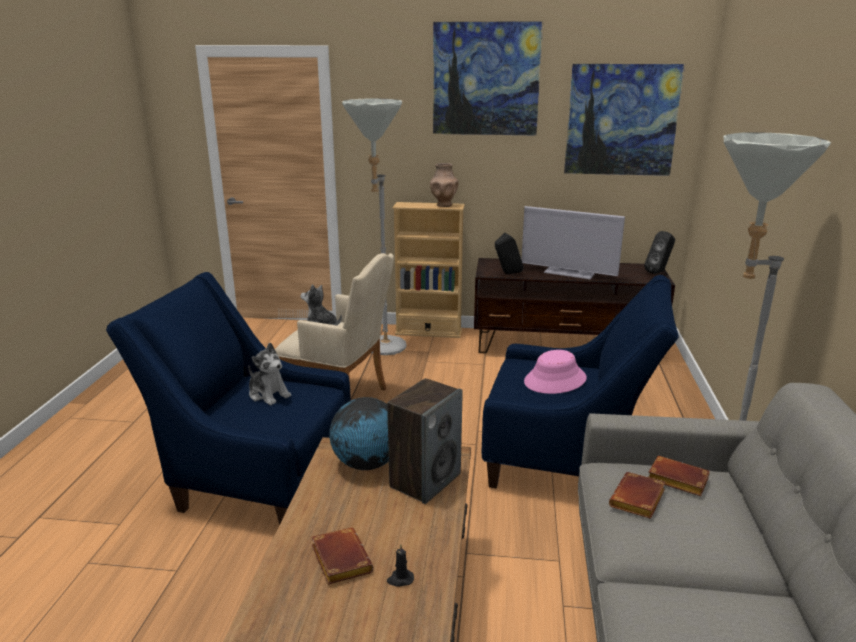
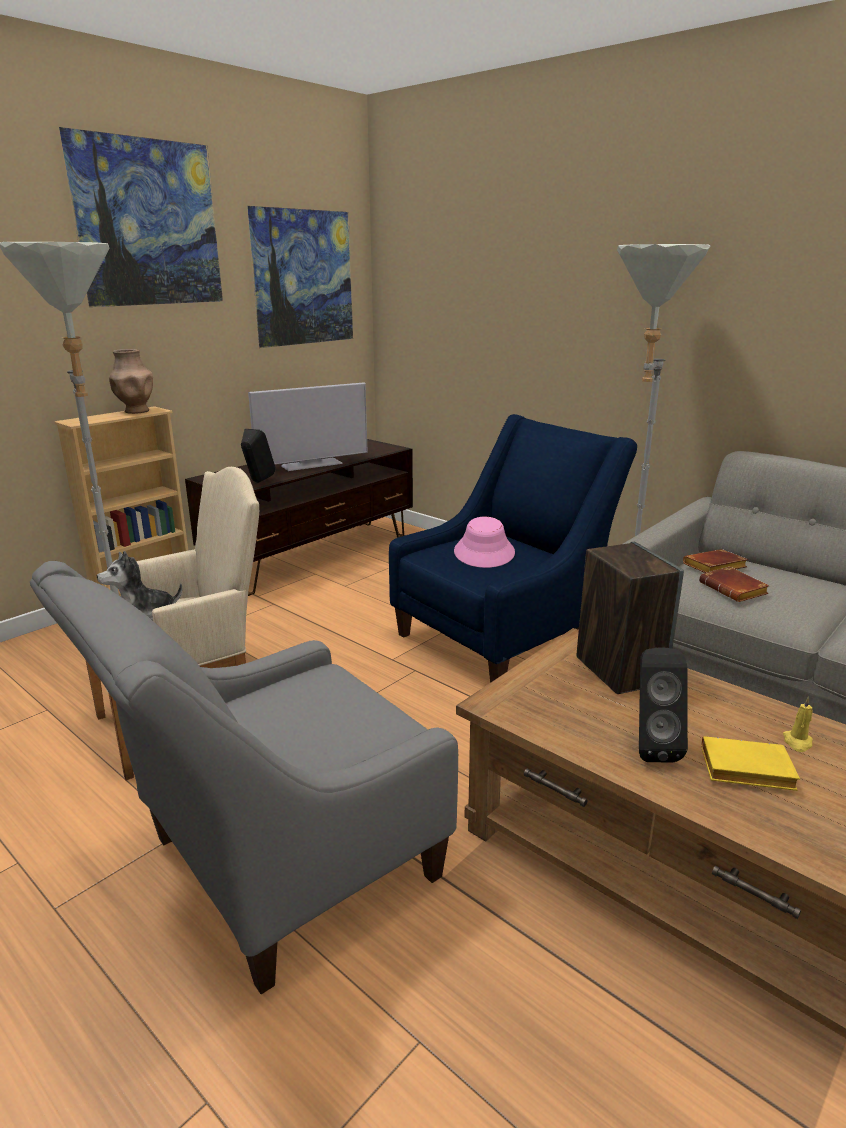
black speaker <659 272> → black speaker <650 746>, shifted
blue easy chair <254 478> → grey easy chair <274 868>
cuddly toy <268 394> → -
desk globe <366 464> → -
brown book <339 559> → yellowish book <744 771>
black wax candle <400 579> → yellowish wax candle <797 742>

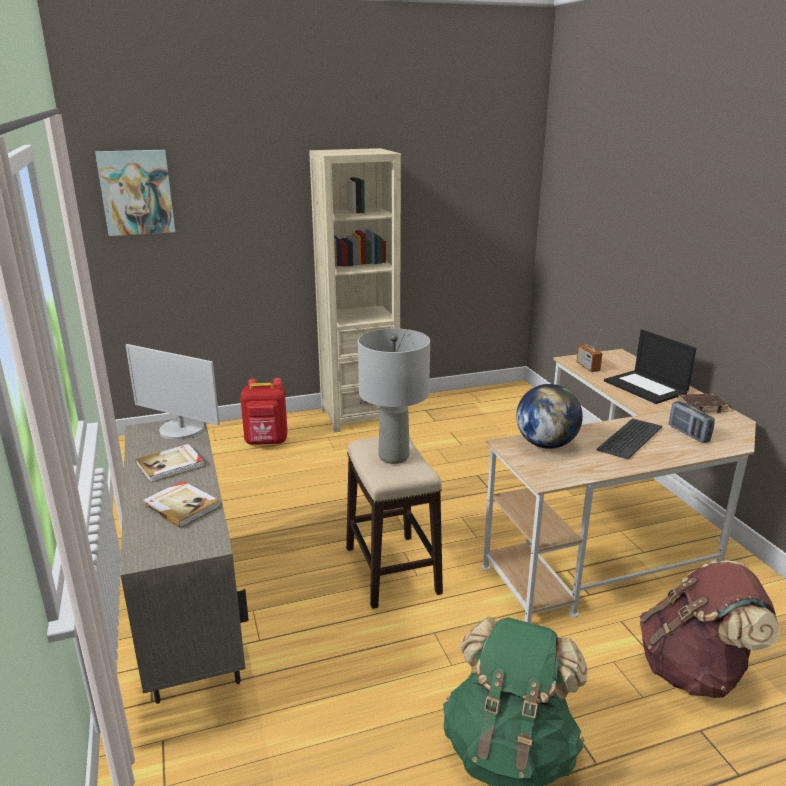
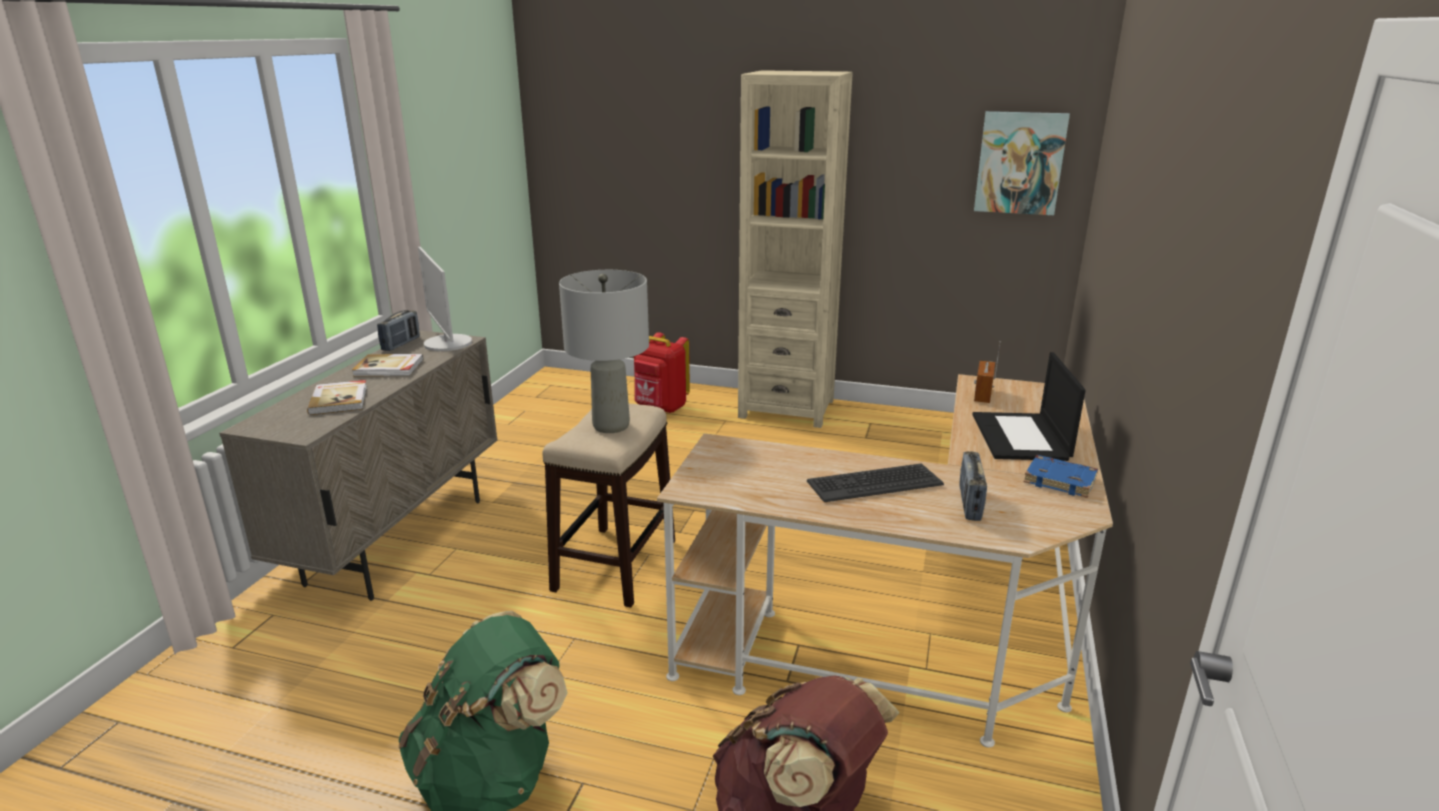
picture <136 192> → picture <1020 163>, shifted
desk globe <546 444> → -
brown book <701 406> → blue book <1061 480>
- → radio set <401 344>

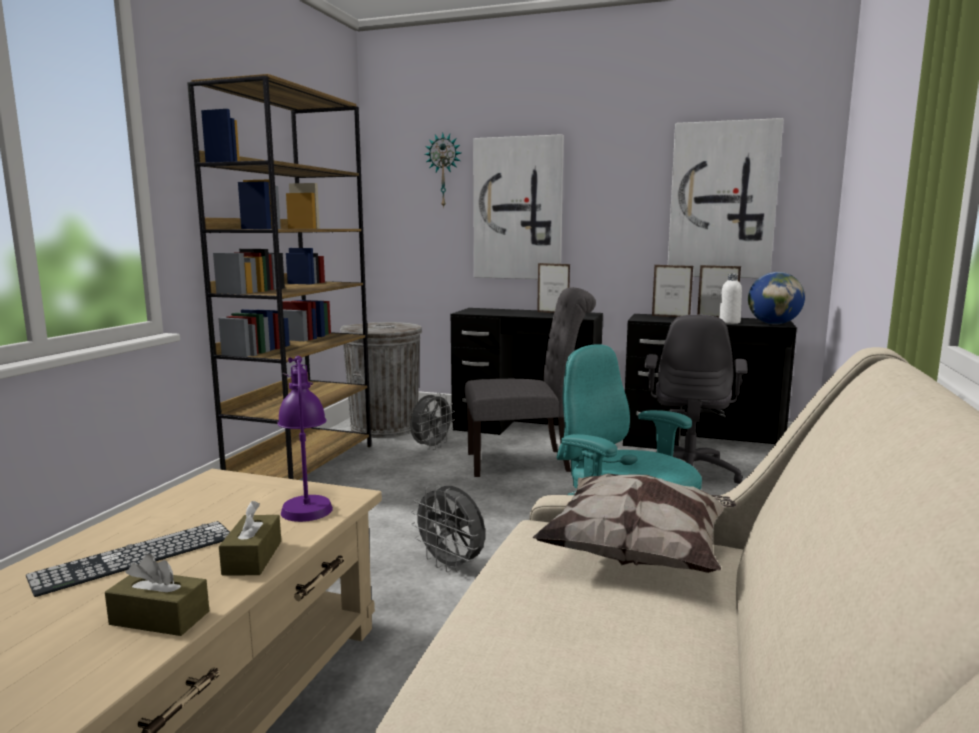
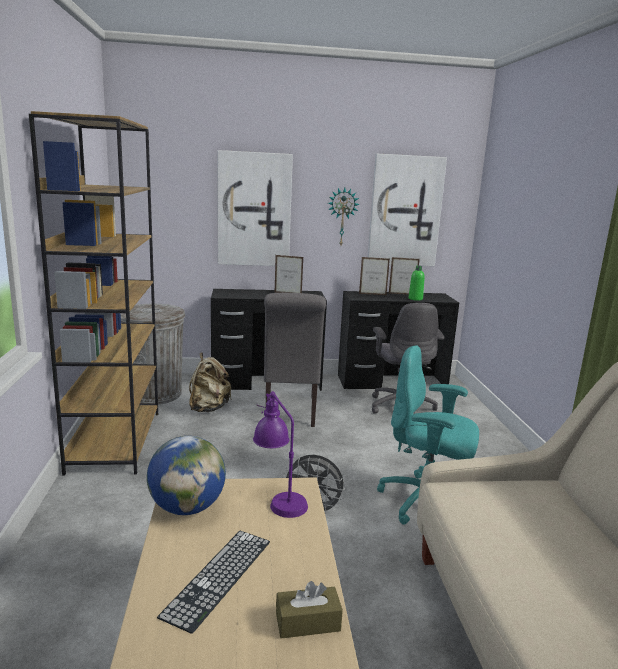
wall clock <444 170> → wall clock <342 217>, shifted
desk globe <773 324> → desk globe <187 508>, shifted
white bottle <729 322> → green bottle <415 299>
grey upright chair <525 462> → grey upright chair <290 412>, 120 degrees clockwise
grey fan <431 447> → beige-coloured backpack <208 408>
cushion <640 554> → -
brown tissue holder <252 558> → -

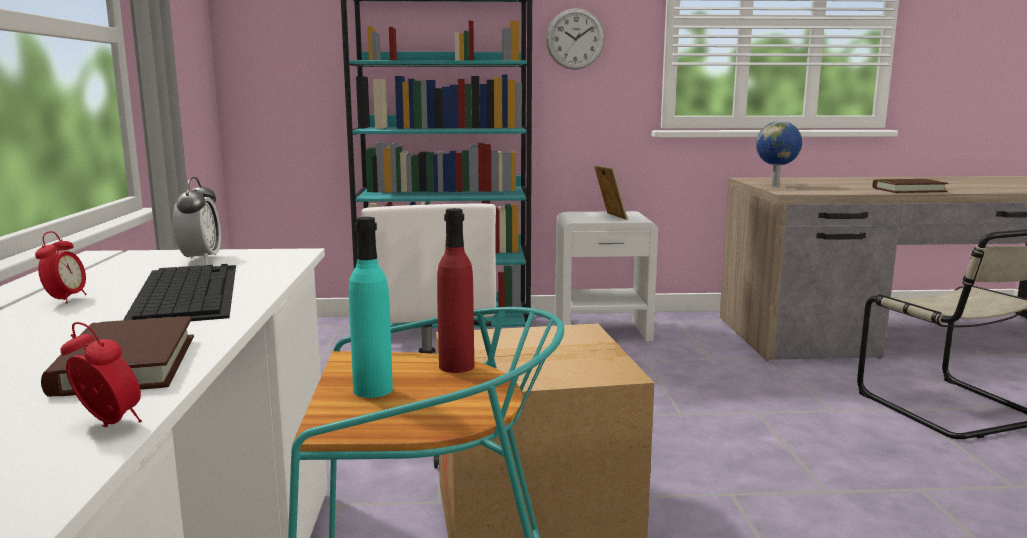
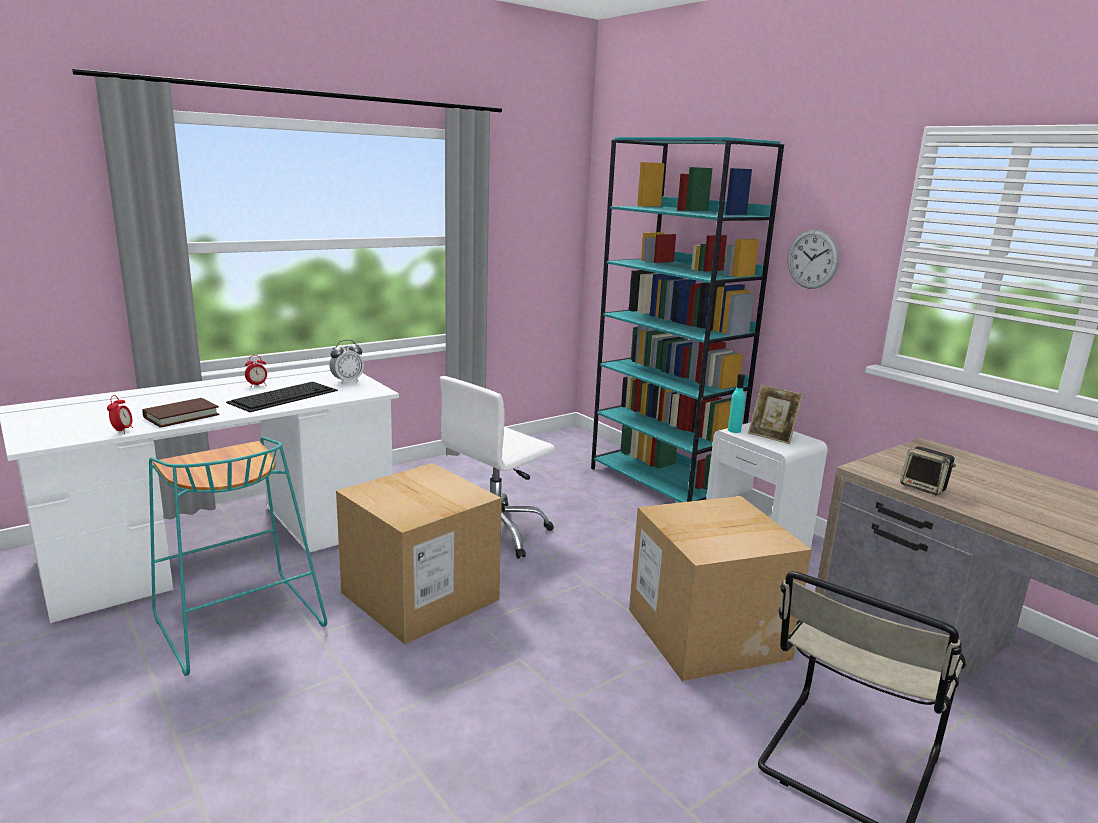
desk globe <776 185> → -
picture frame <609 217> → picture frame <771 437>, 90 degrees clockwise
brown book <908 190> → -
red-coloured bottle <456 366> → -
turquoise-coloured bottle <373 390> → turquoise-coloured bottle <734 430>, shifted
- → speaker <924 488>
- → carton <707 633>

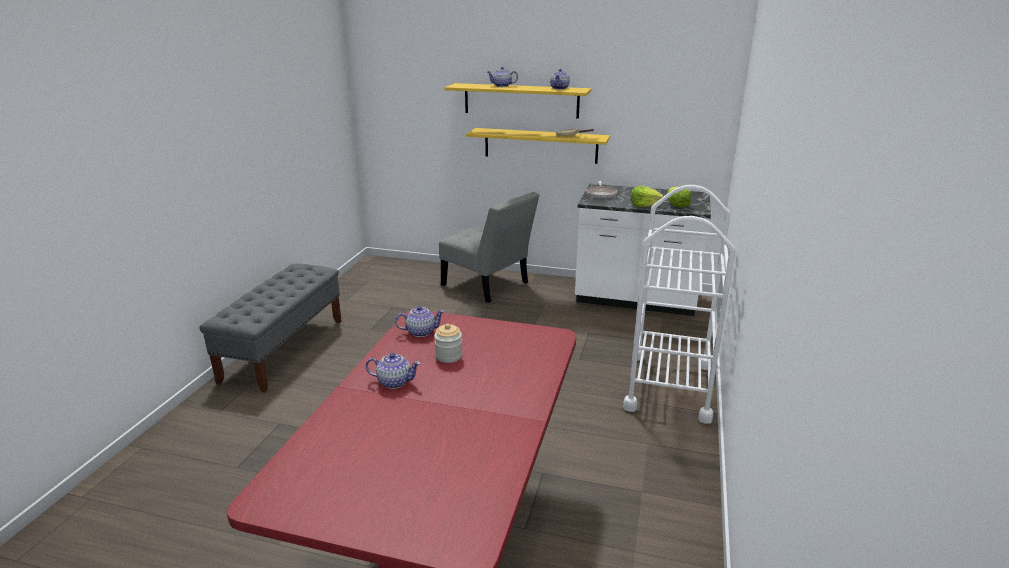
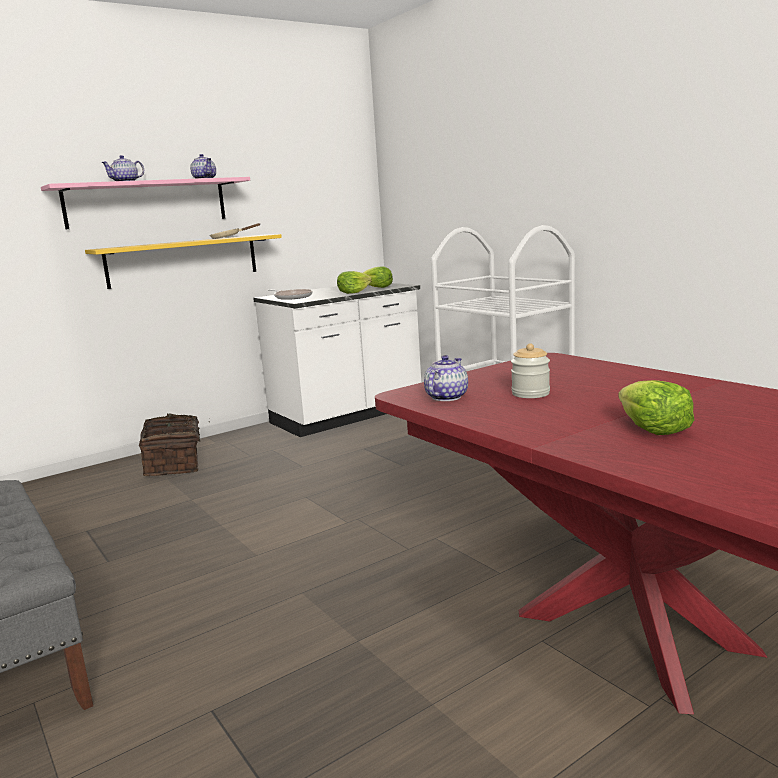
yellowish shelf <521 100> → pink shelf <147 203>
grey upright chair <488 285> → basket <174 464>
pot for tea <394 382> → -
- → head of lettuce <652 429>

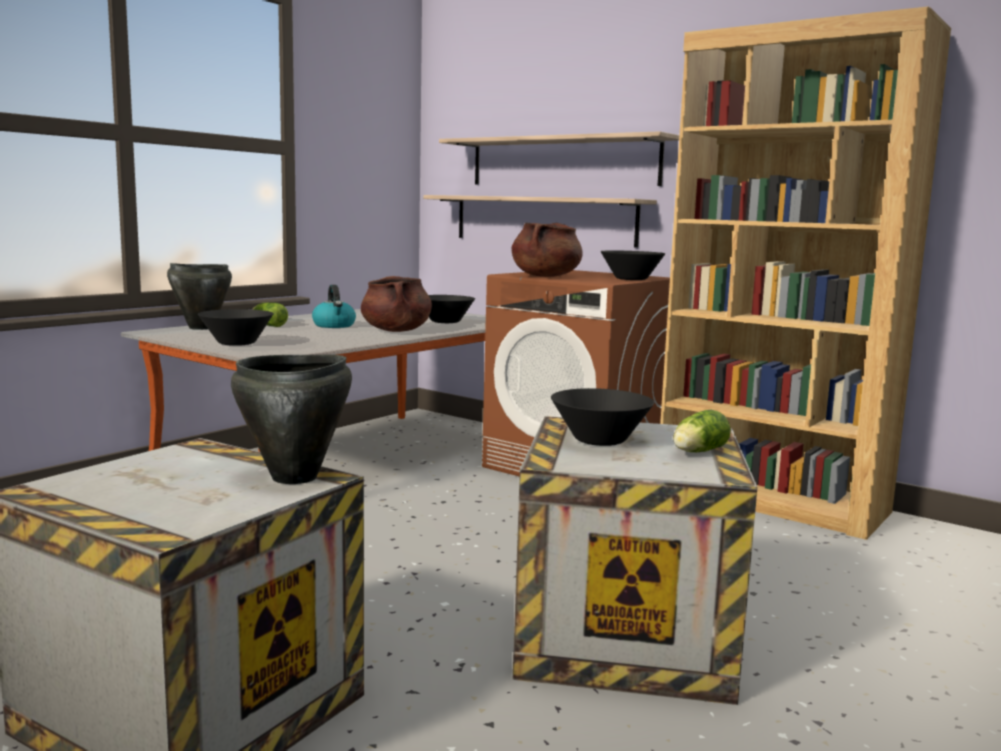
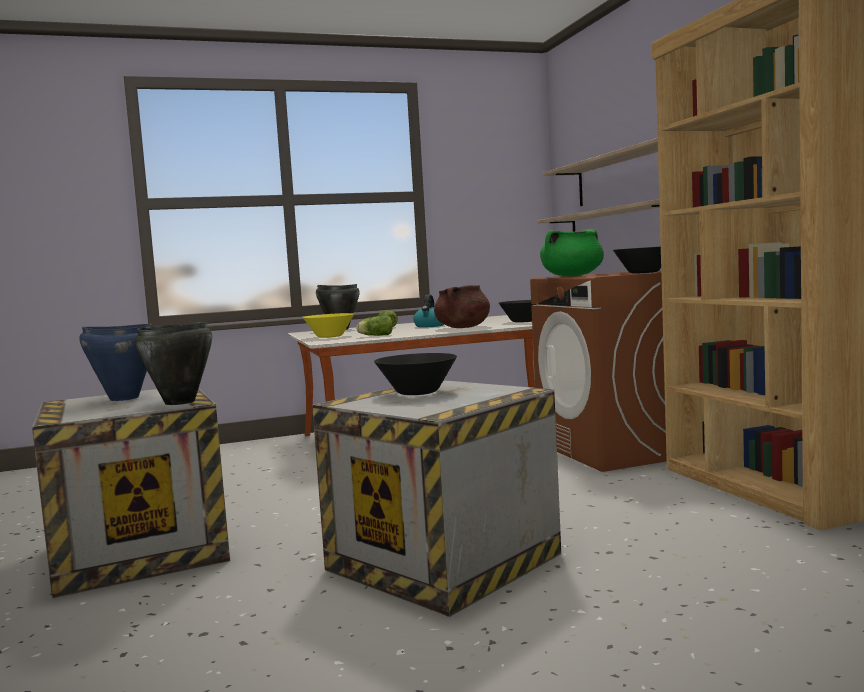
brown saucepot <546 276> → green saucepot <572 276>
black serving bowl <236 343> → yellowish serving bowl <330 336>
head of lettuce <697 452> → head of lettuce <374 336>, shifted
- → blue saucepot <123 398>

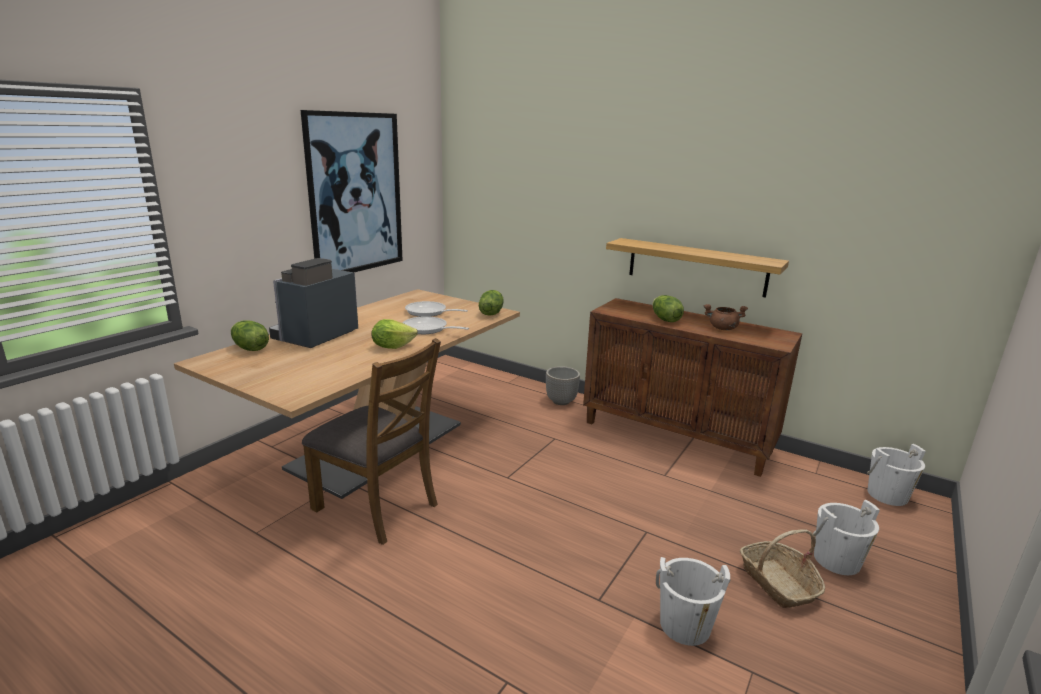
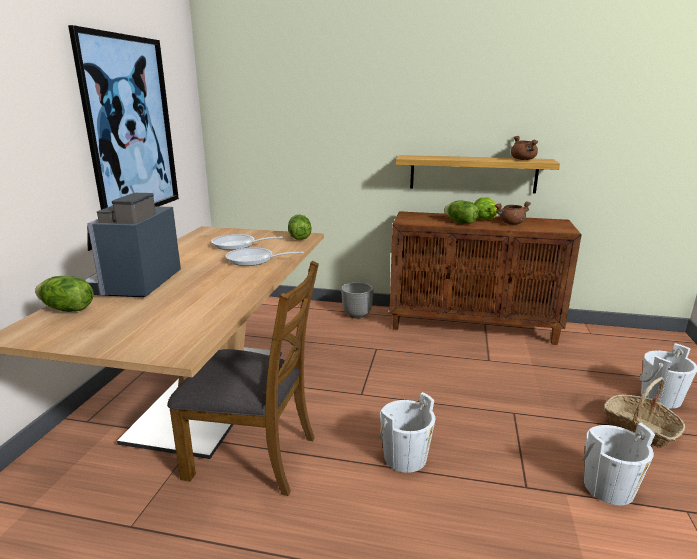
head of lettuce <392 346> → head of lettuce <484 219>, shifted
white water bucket <887 495> → white water bucket <405 457>, shifted
- → brown saucepot <523 159>

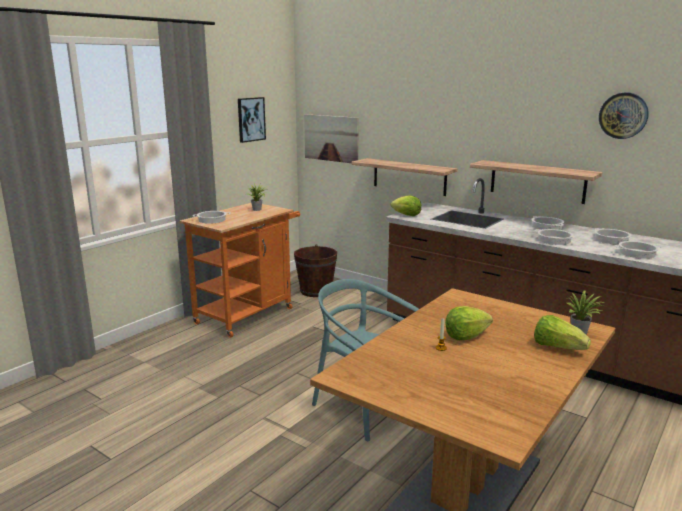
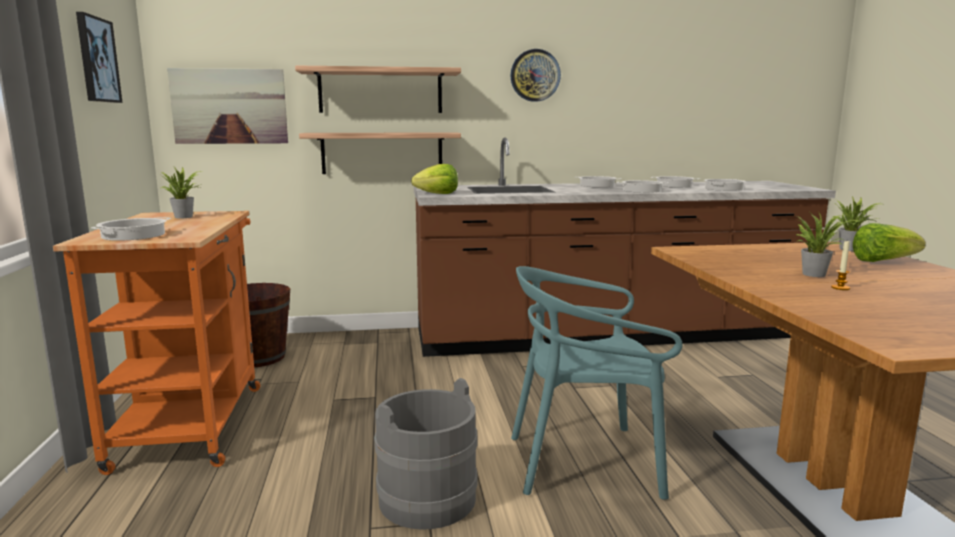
wall clock <623 115> → wall clock <535 75>, shifted
shelf <537 181> → shelf <380 91>, shifted
head of lettuce <466 336> → plant in a pot <814 274>
- → grey water bucket <427 498>

